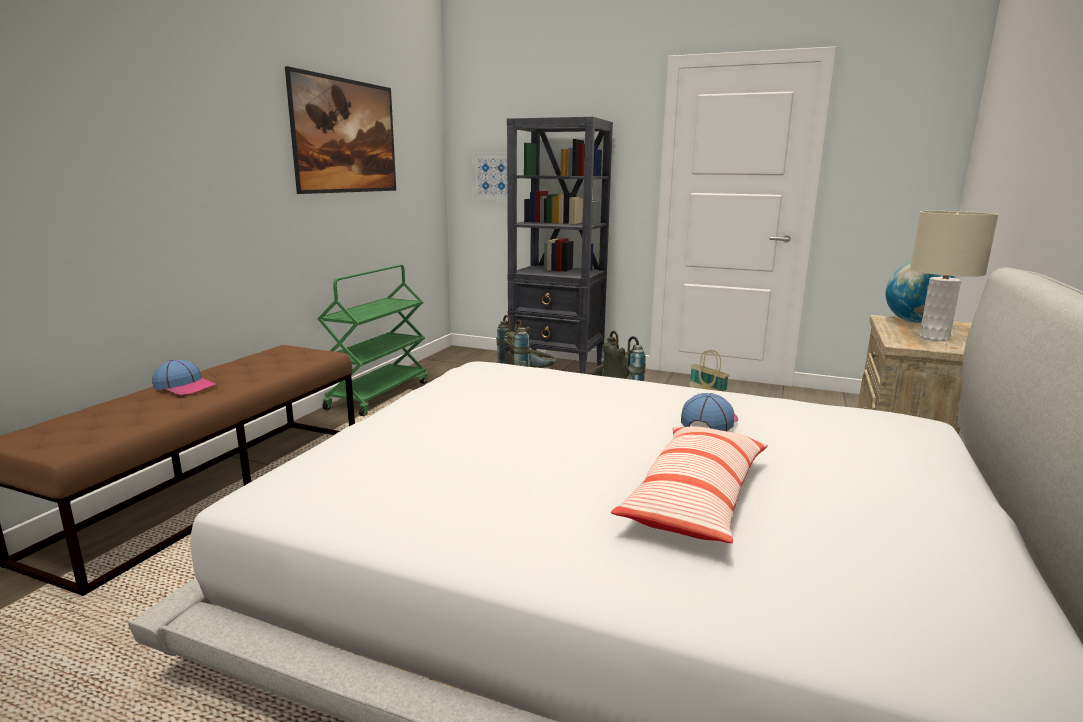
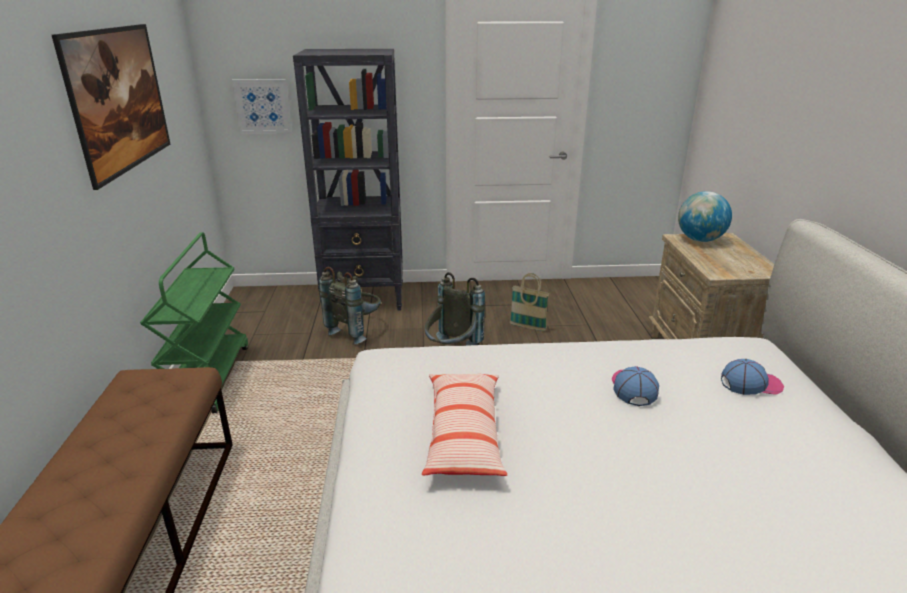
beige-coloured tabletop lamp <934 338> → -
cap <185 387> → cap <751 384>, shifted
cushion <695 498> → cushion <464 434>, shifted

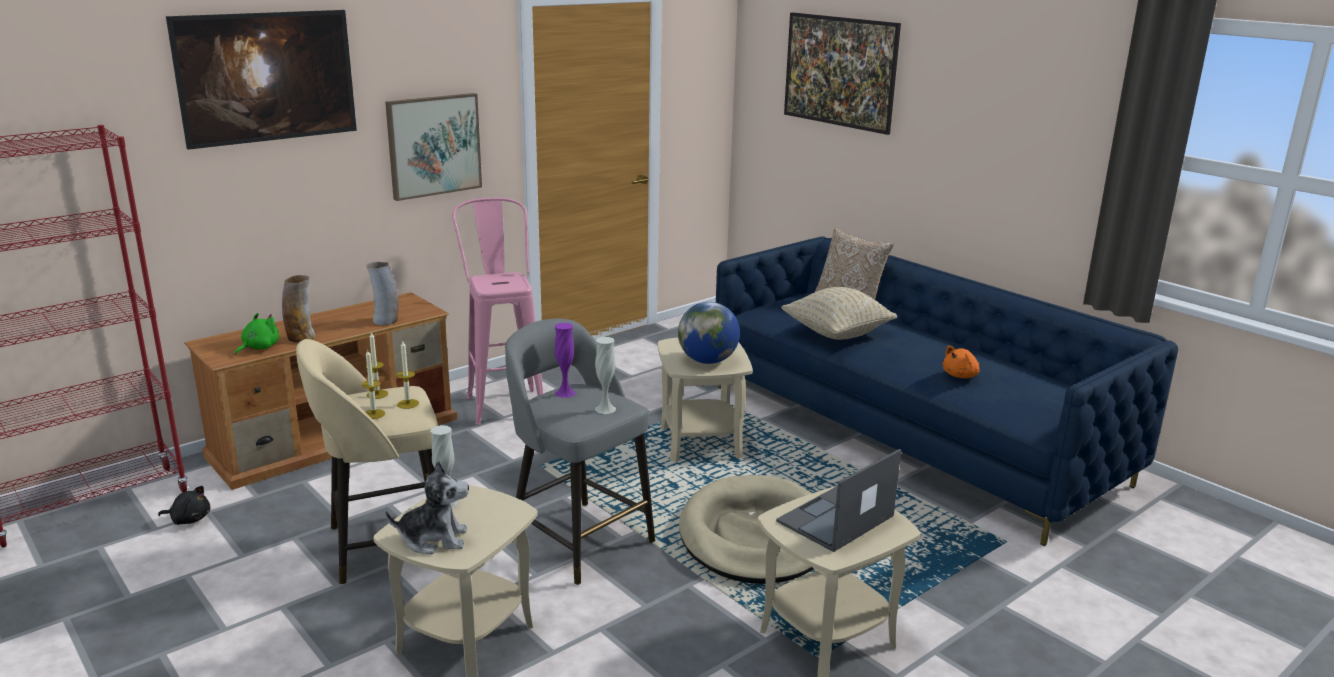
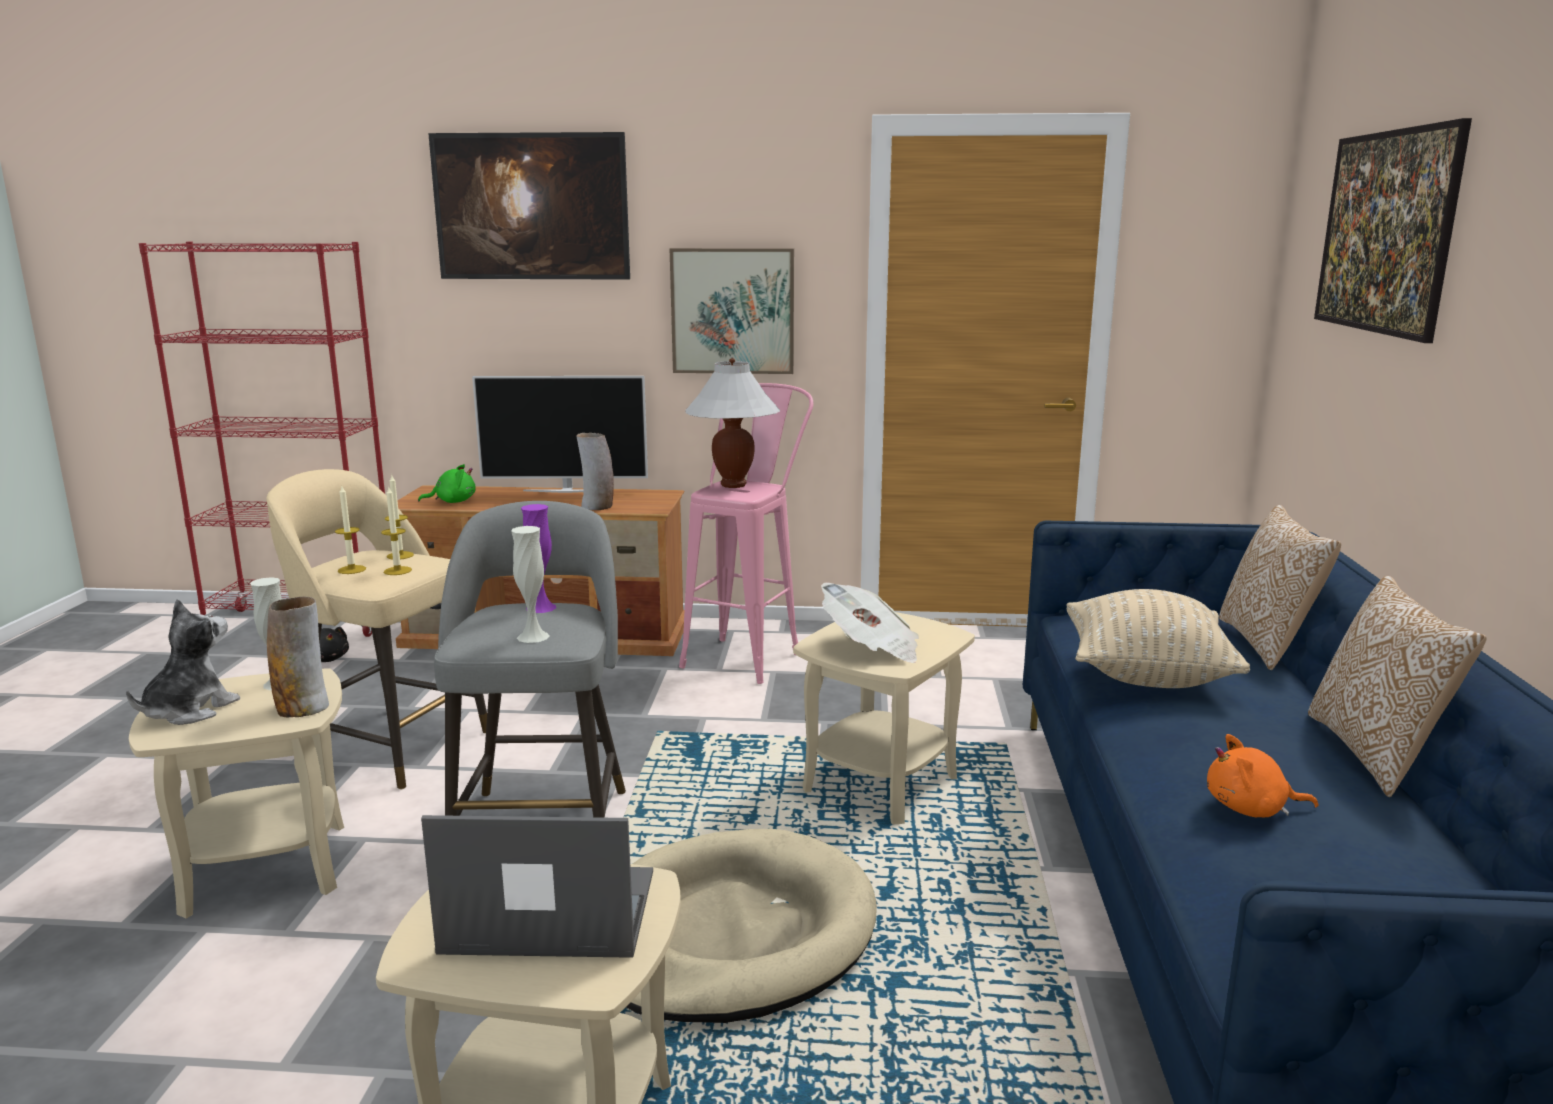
flower vase <301 338> → flower vase <303 708>, shifted
desk globe <707 361> → printed paper <871 648>
cuddly toy <434 539> → cuddly toy <189 710>, 105 degrees counterclockwise
- → white tabletop lamp <733 485>
- → TV set <566 490>
- → cushion <1376 754>

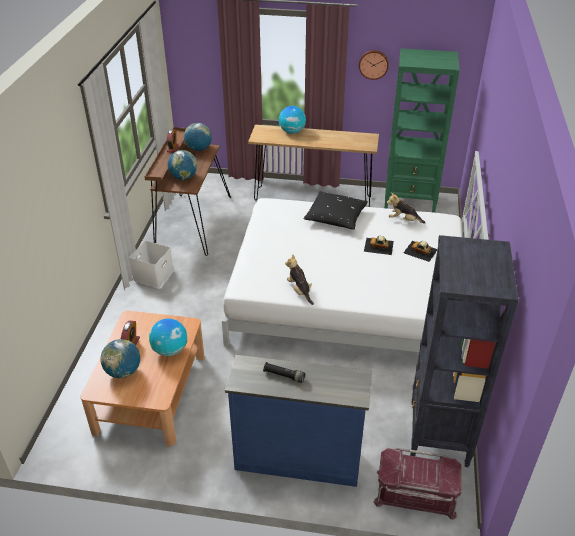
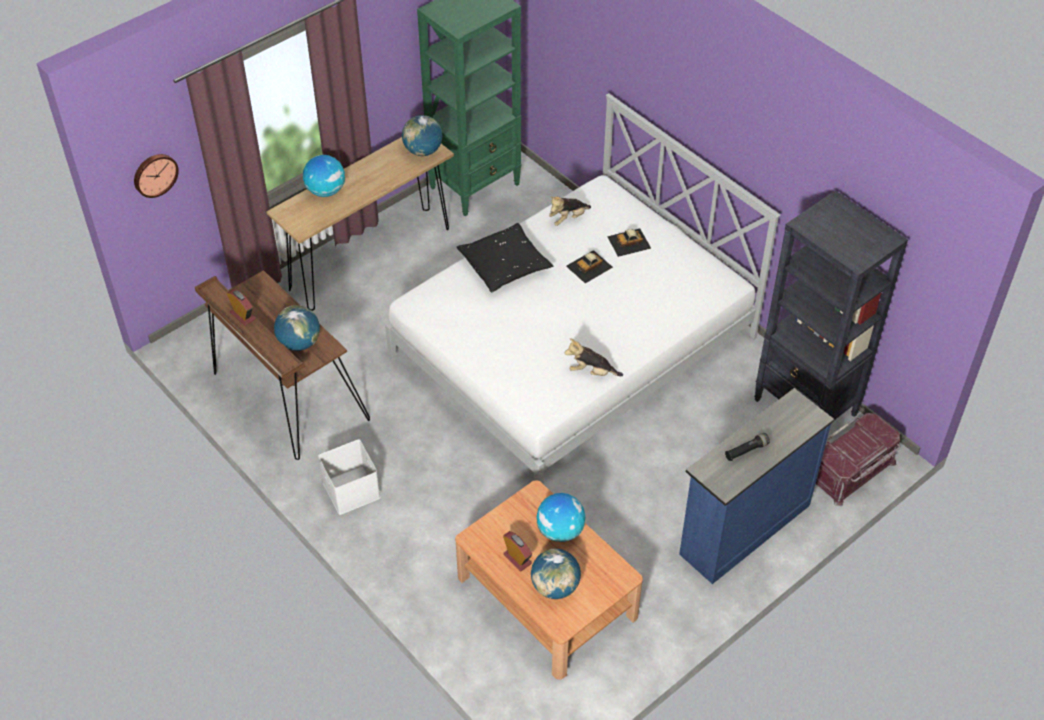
wall clock <373 64> → wall clock <154 174>, shifted
desk globe <199 149> → desk globe <423 151>, shifted

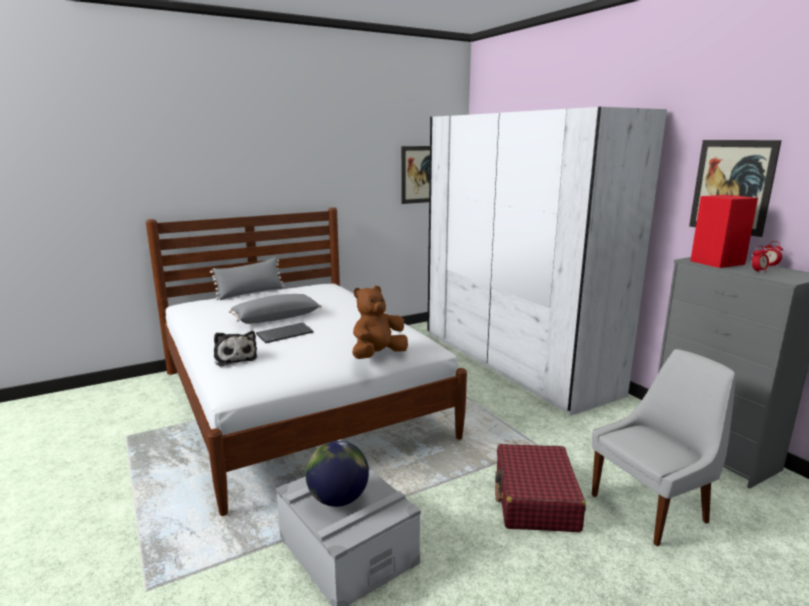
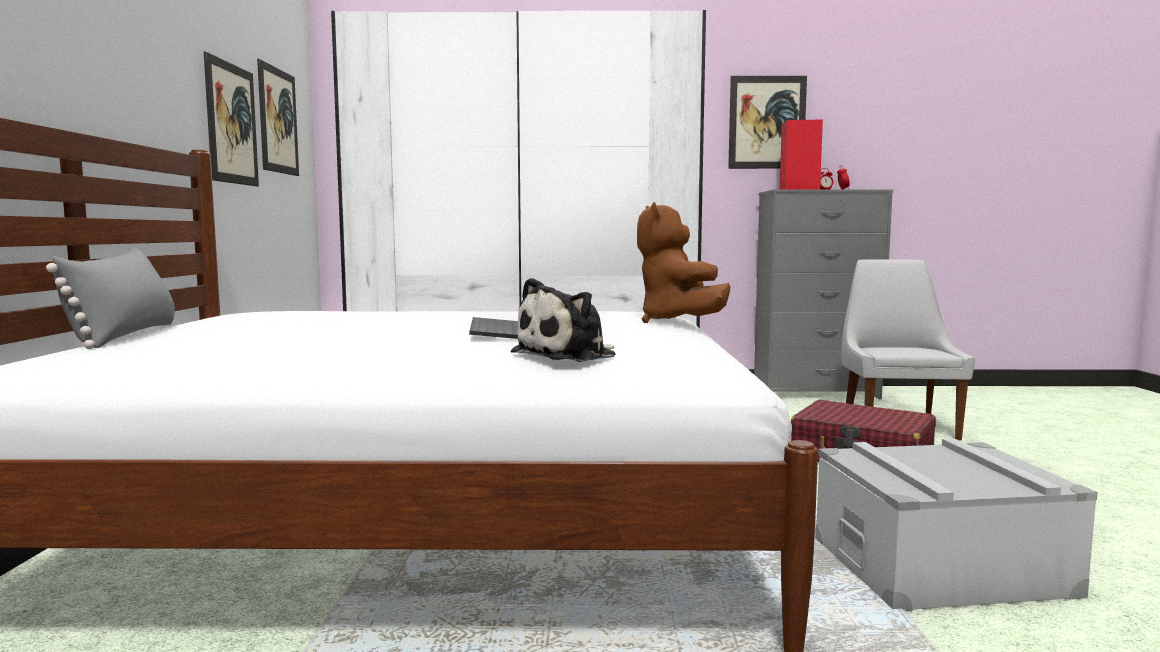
grey cushion <276 318> → -
cuddly toy <235 358> → cuddly toy <569 355>, 135 degrees clockwise
desk globe <338 499> → -
- → picture <232 124>

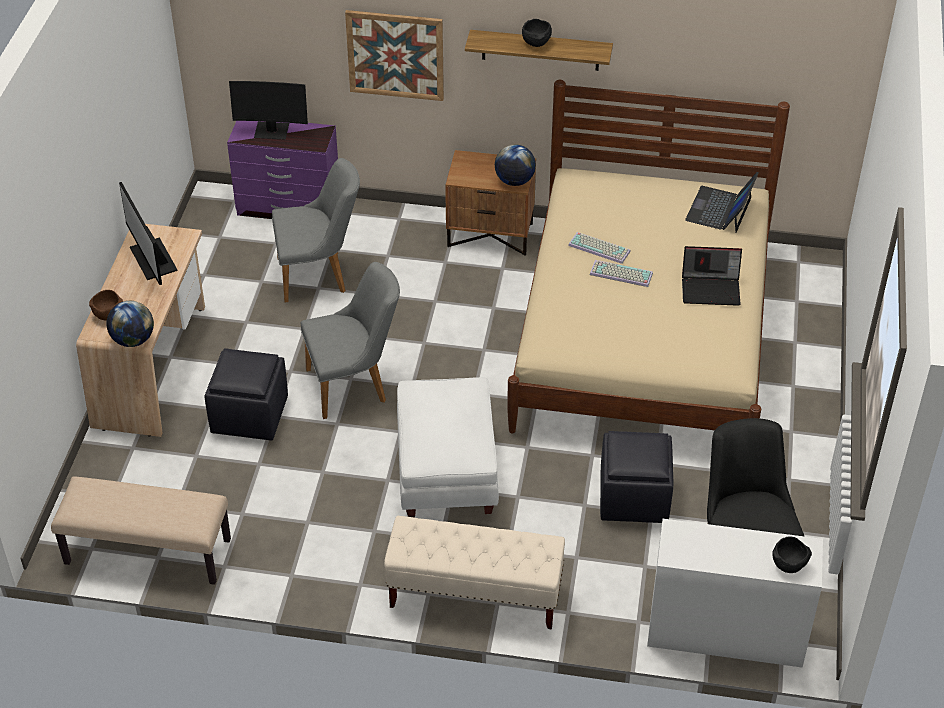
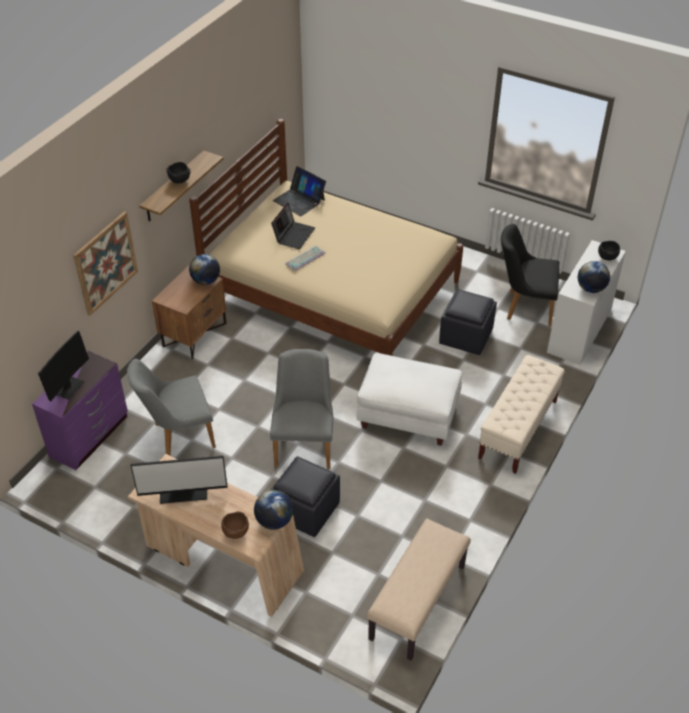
grey upright chair <319 275> → grey upright chair <178 436>, 120 degrees counterclockwise
portable computer <711 289> → portable computer <293 235>, shifted
computer keyboard <620 274> → -
- → desk globe <591 289>

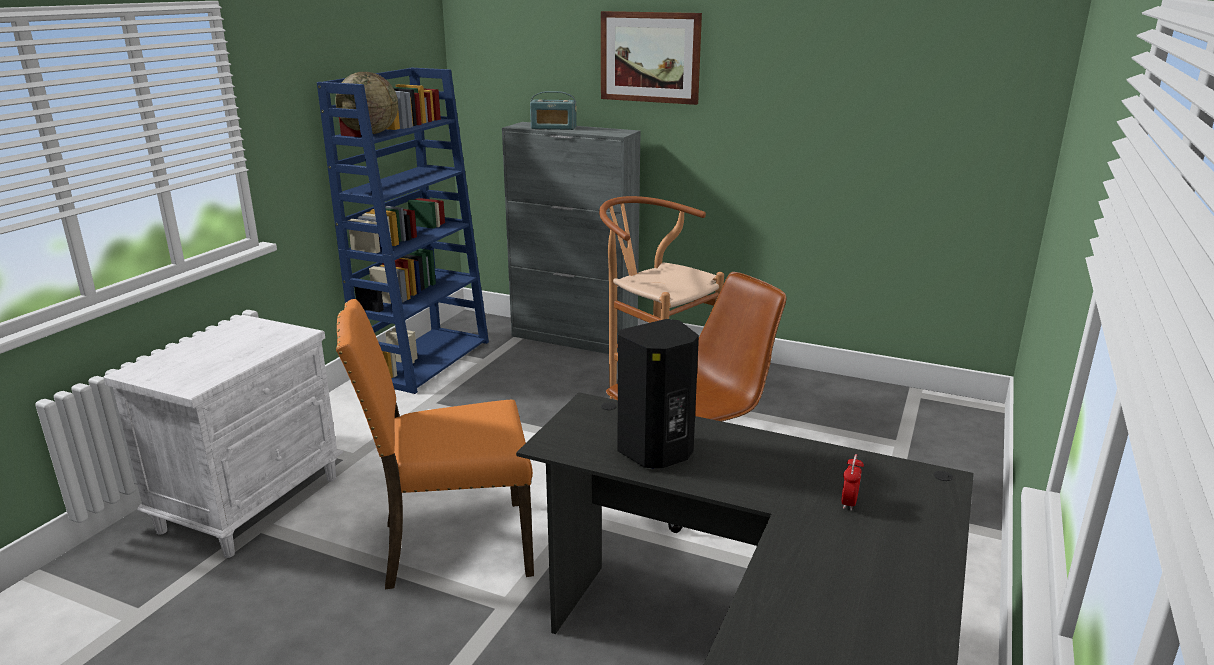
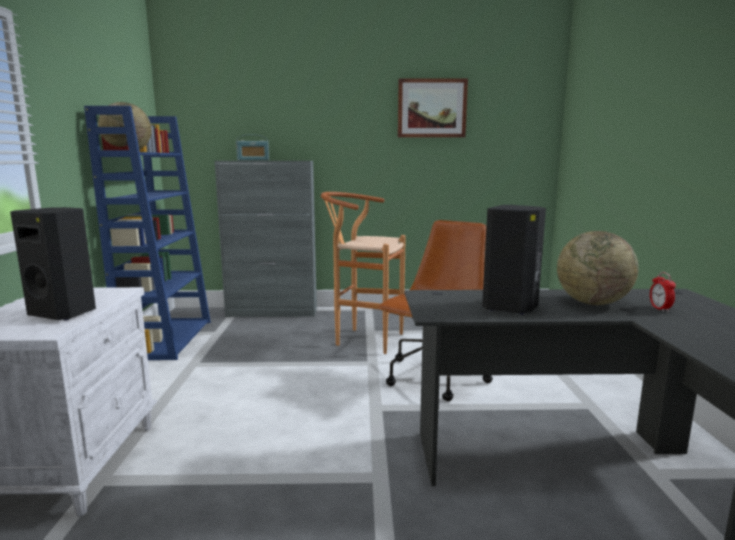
picture <650 57> → picture <432 108>, shifted
orangey upright chair <452 546> → -
- → black speaker <65 313>
- → desk globe <592 303>

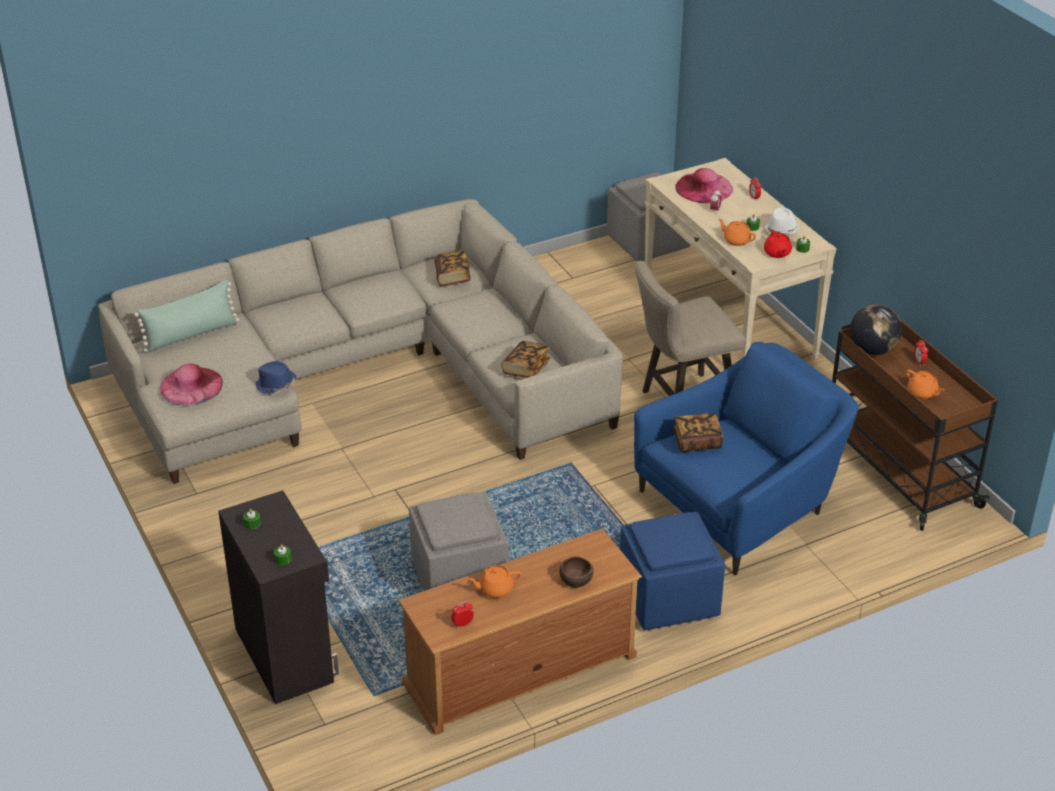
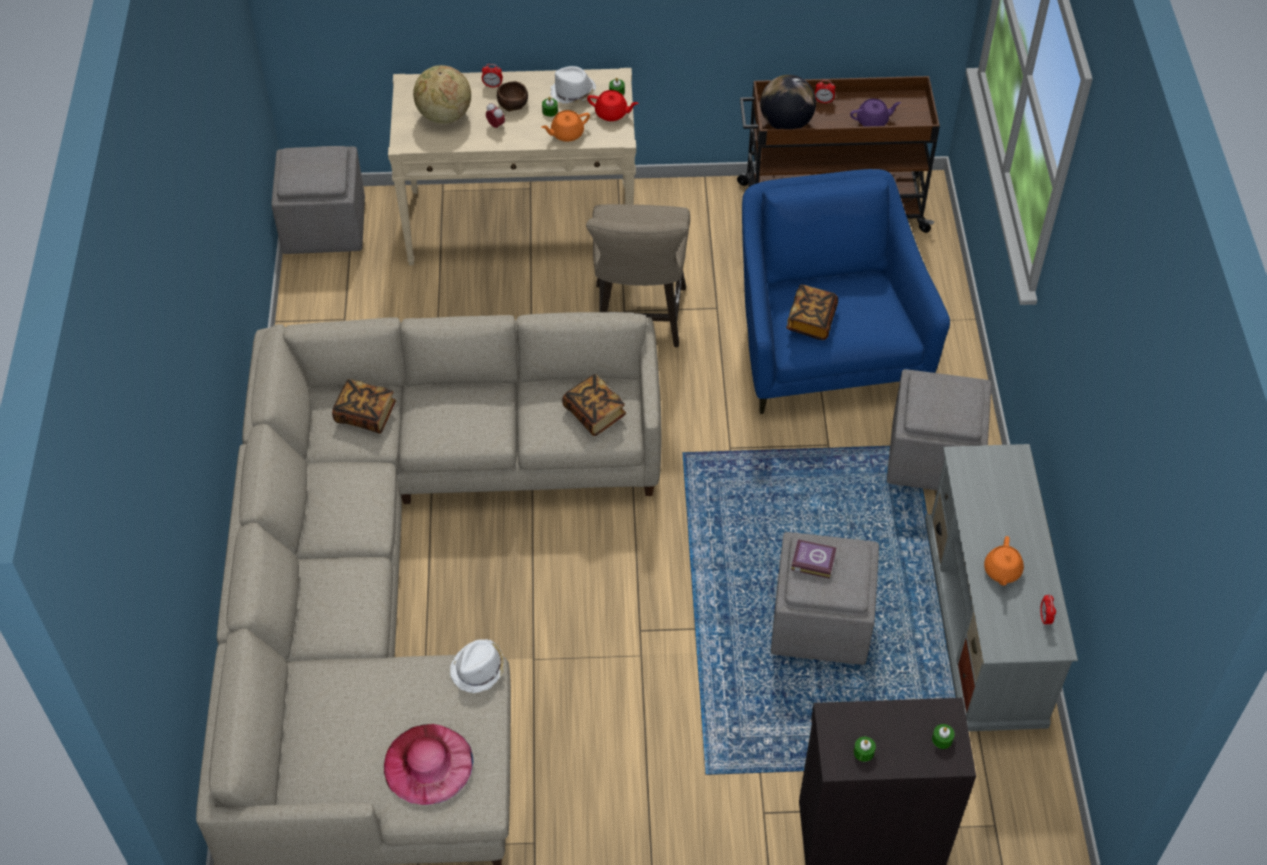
pink clothing hat <704 188> → desk globe <444 116>
green cushion <191 335> → -
blue clothing hat <276 385> → white clothing hat <478 669>
orangey pot for tea <922 393> → purplish pot for tea <873 121>
blue footrest <667 598> → grey footrest <932 458>
brown tv unit <519 671> → grey tv unit <986 621>
brown serving bowl <576 580> → brown serving bowl <513 103>, shifted
- → book <812 560>

